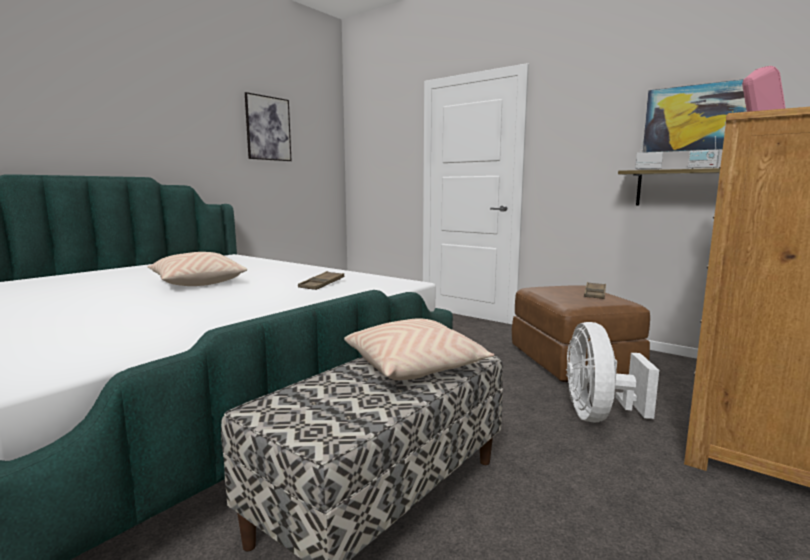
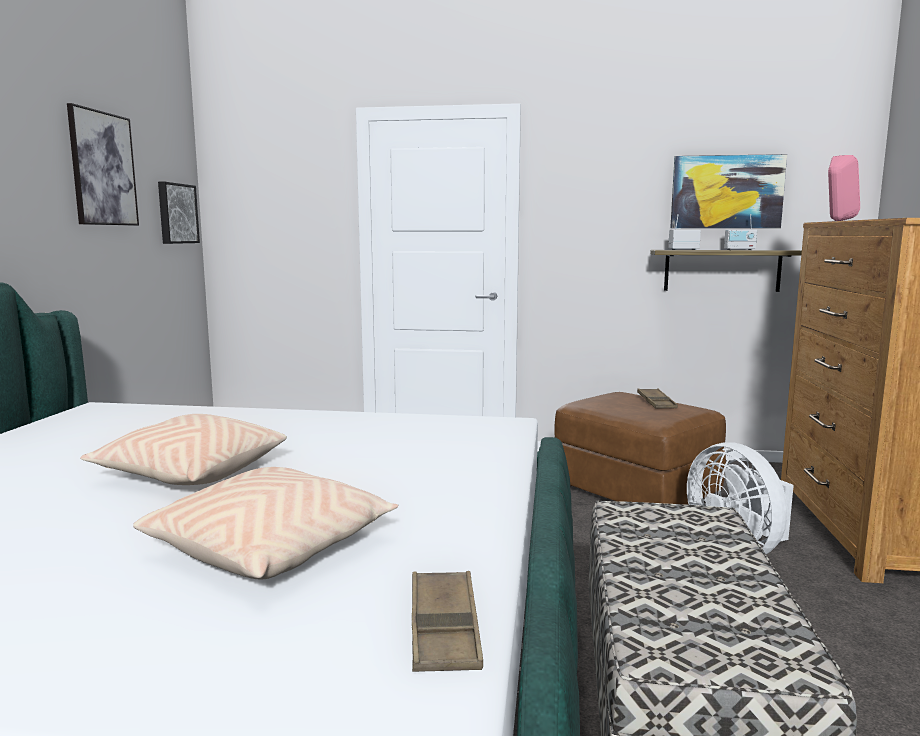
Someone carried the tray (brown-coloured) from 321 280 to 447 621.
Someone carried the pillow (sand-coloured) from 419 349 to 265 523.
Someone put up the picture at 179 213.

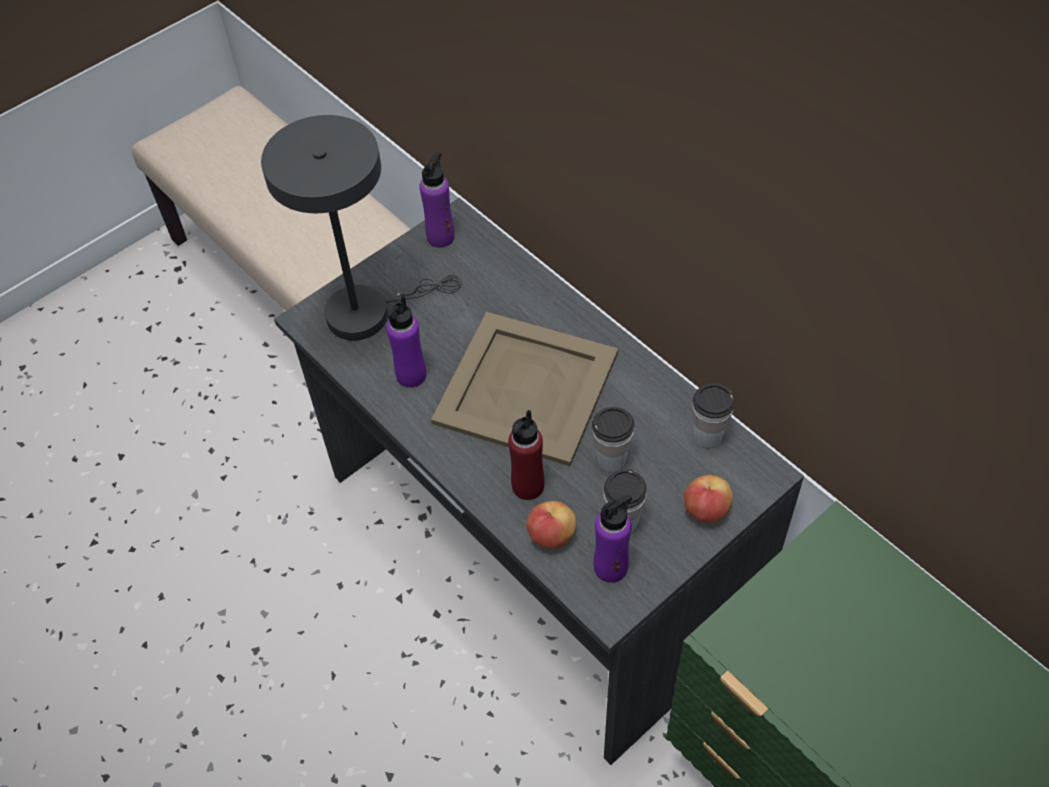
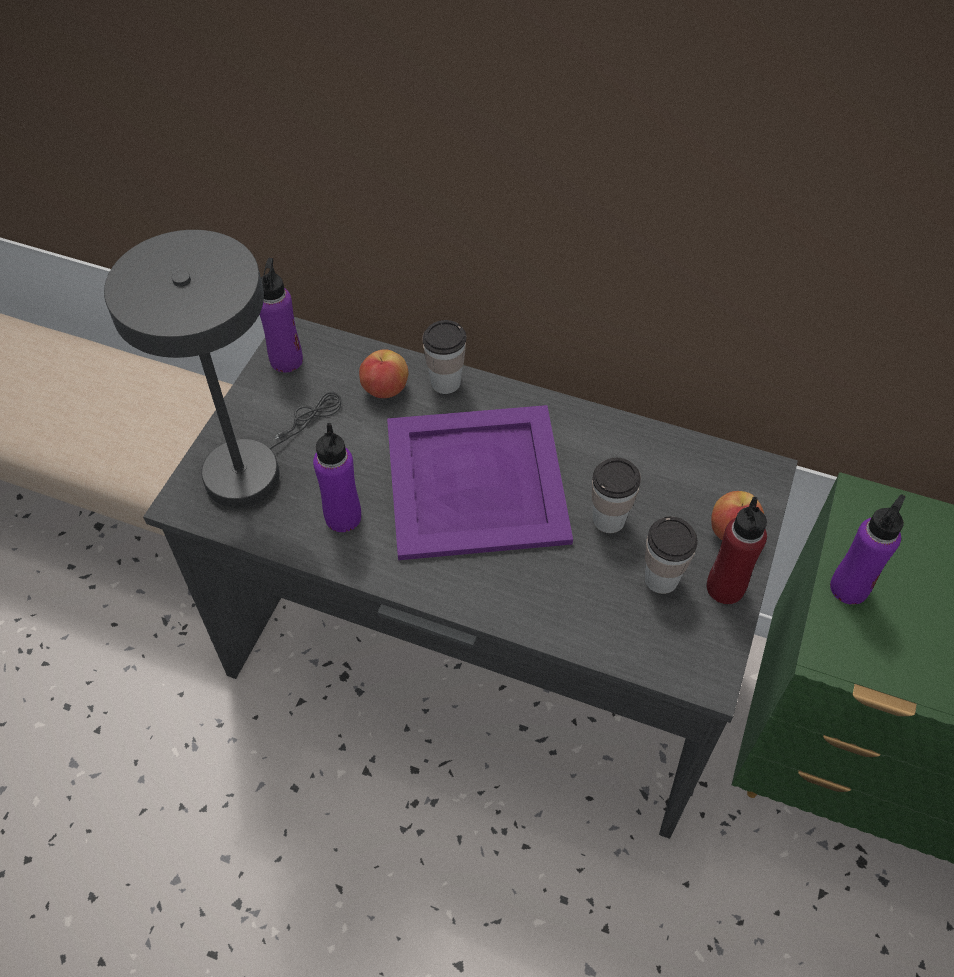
Someone repainted the tray (sand-coloured) at 524 389, which became the tray (purple) at 480 482.
Someone carried the cup from 713 415 to 444 357.
Someone carried the bottle (reddish) from 526 455 to 736 550.
Someone carried the bottle (purple) from 613 539 to 867 549.
Someone carried the whole apple from 551 525 to 383 373.

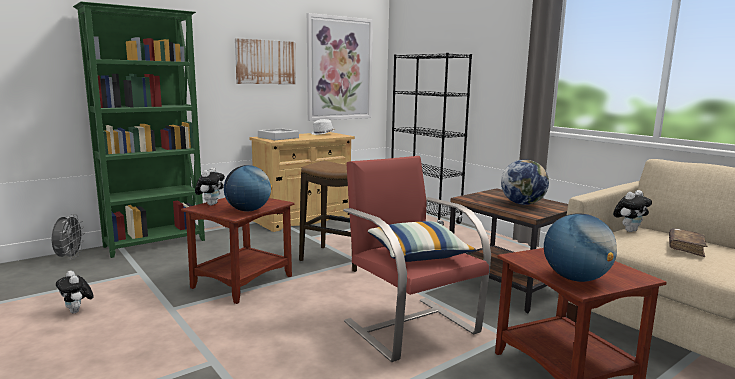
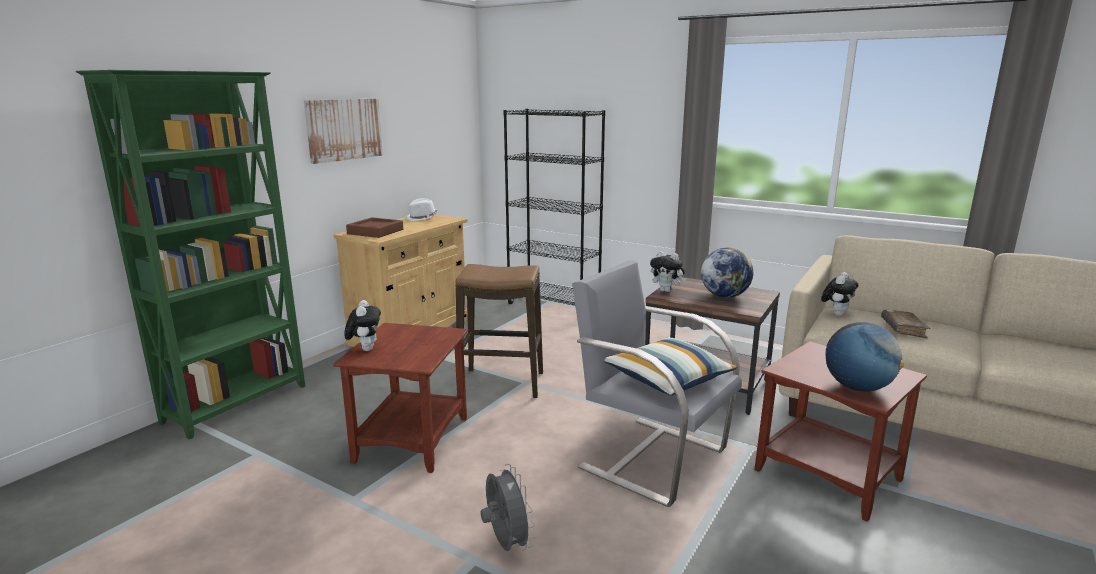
Someone took away the picture at 340 67.
Someone repainted the tray (grey) at 278 134, which became the tray (brown-coloured) at 374 227.
Someone repainted the armchair (reddish) at 417 259, which became the armchair (grey) at 657 383.
Someone took away the world globe at 248 188.
Someone carried the cooling fan (grey) from 68 236 to 507 507.
Someone carried the cuddly toy from 74 292 to 668 271.

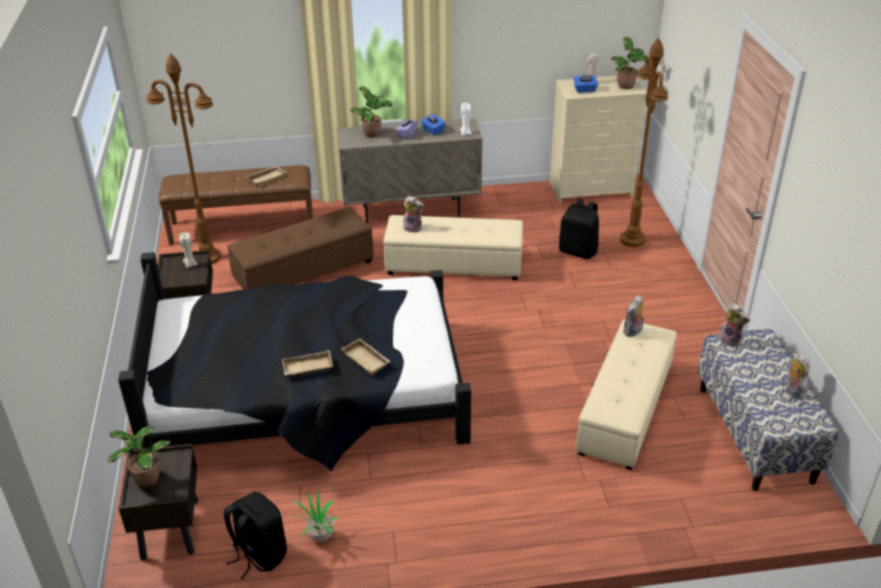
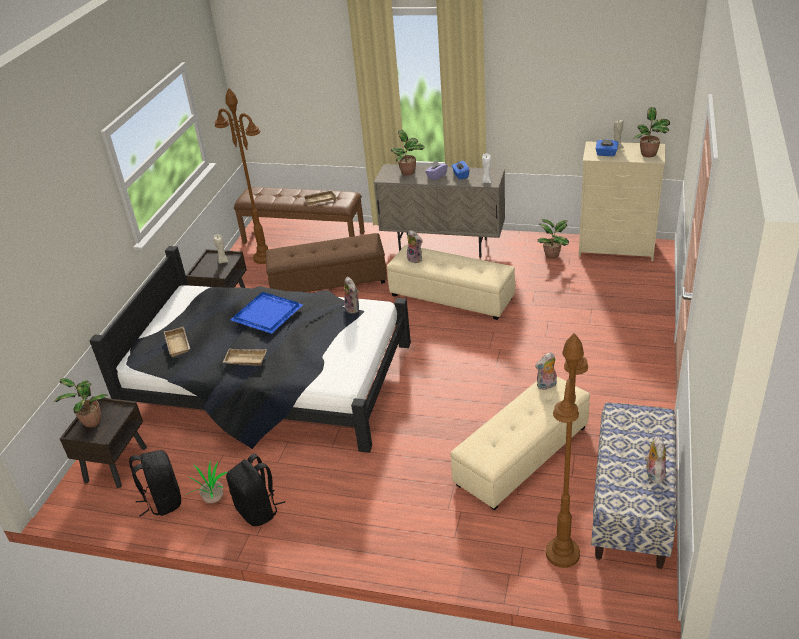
Someone carried the standing lamp (brown-coloured) from 644 142 to 567 450.
Someone carried the backpack (black) from 579 229 to 255 490.
Someone carried the cuddly toy from 734 325 to 351 295.
Someone carried the tray (sand-coloured) from 366 357 to 177 342.
Someone put down the potted plant at 553 239.
Someone put down the tray (blue-coloured) at 267 313.

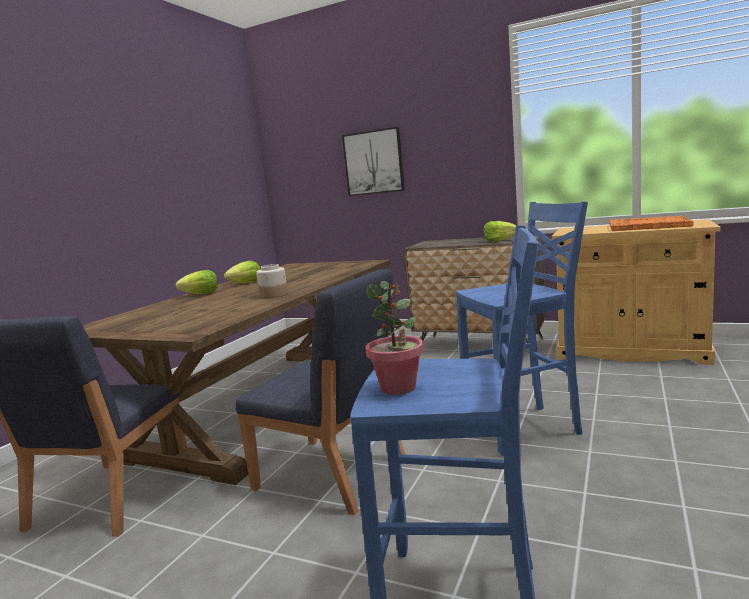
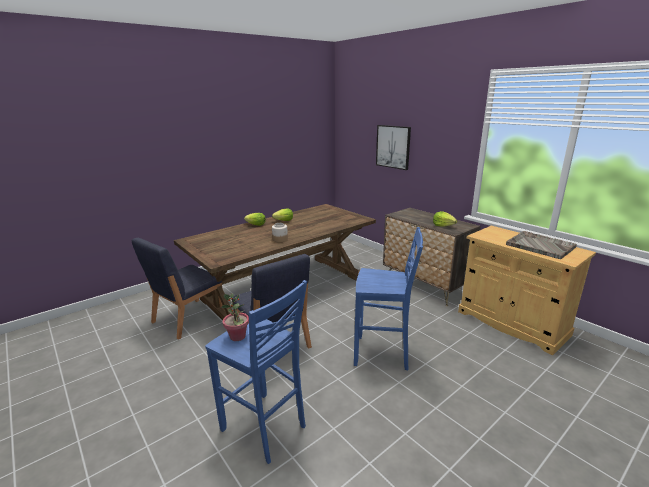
Someone repainted the tray (orange-coloured) at 651 223, which became the tray (grey) at 541 245.

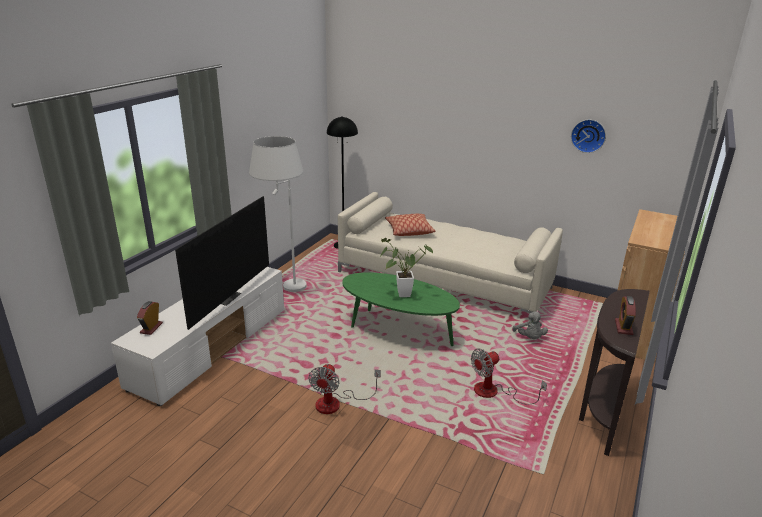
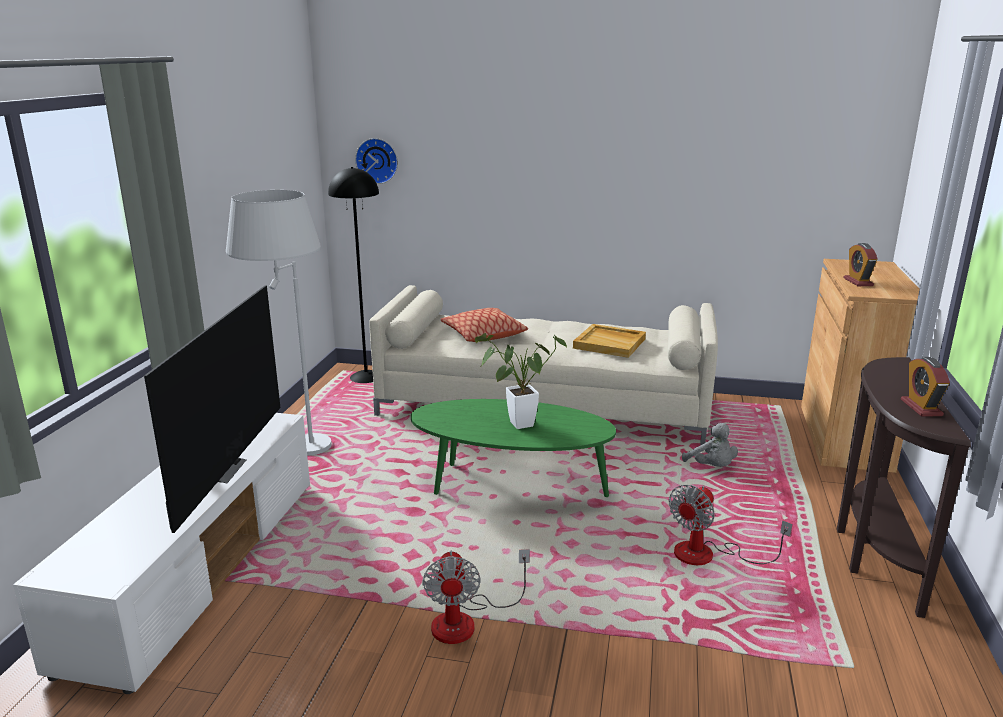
Someone carried the hanging clock from 588 136 to 376 161.
Someone carried the alarm clock from 150 318 to 860 264.
Someone put down the tray (sand-coloured) at 609 341.

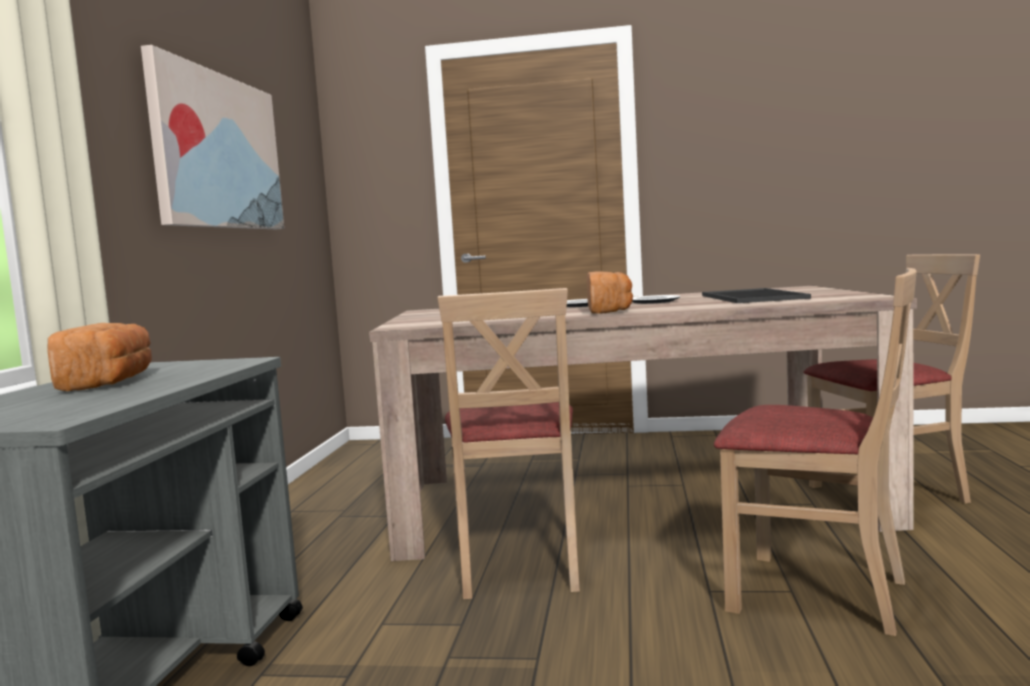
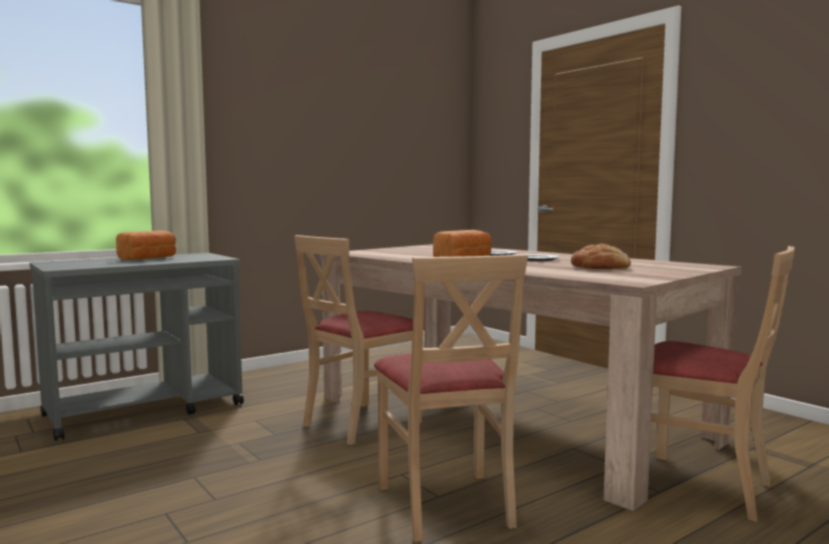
Someone took away the picture at 212 137.
Someone swapped the tray at 756 295 for the bakery bread at 601 256.

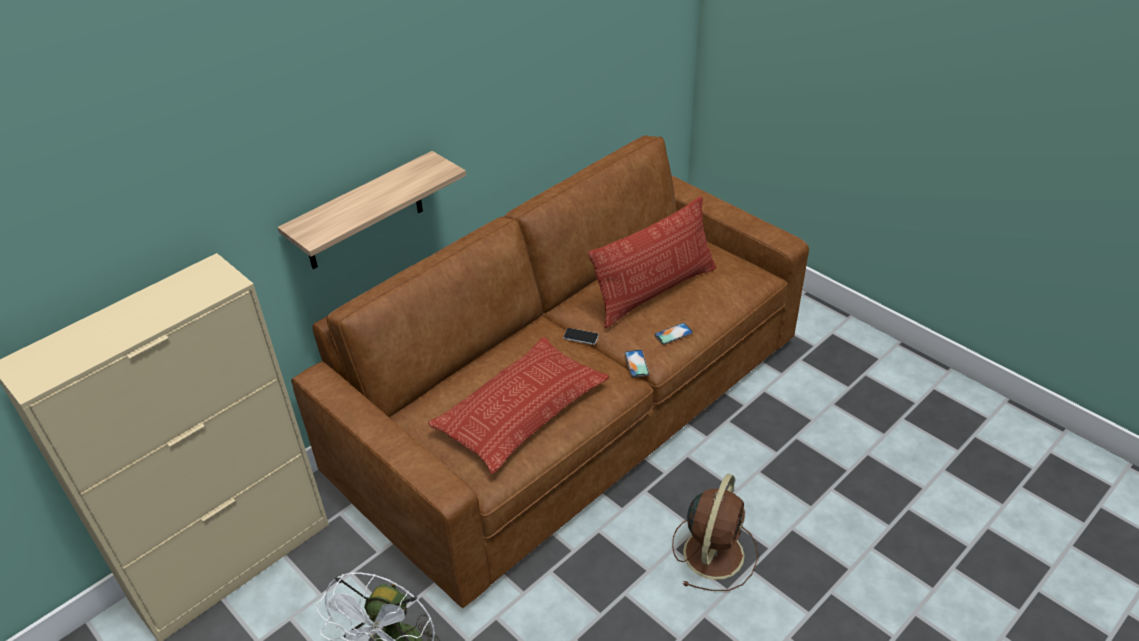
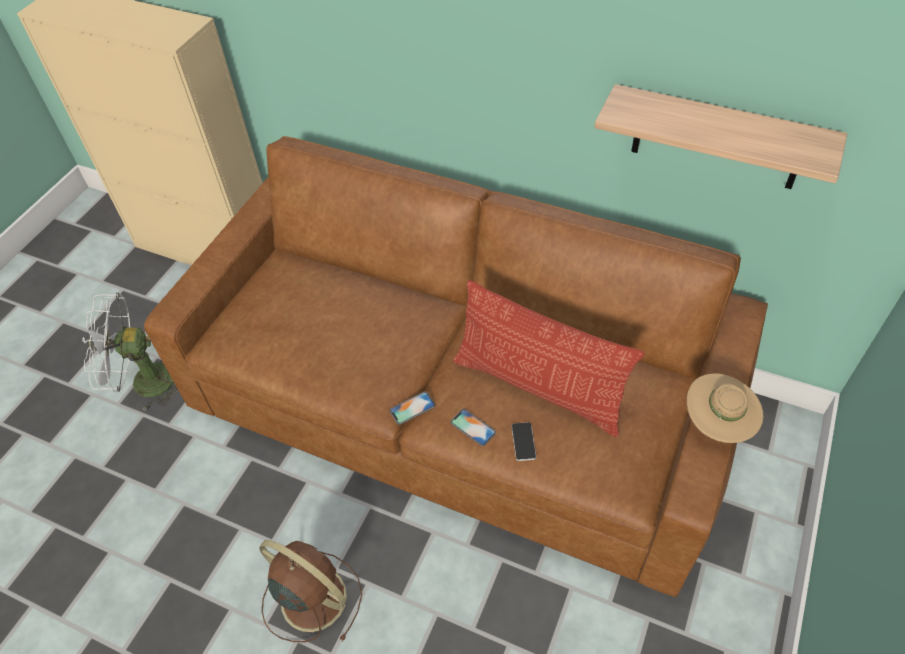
Someone carried the bracket shelf from 371 210 to 720 136.
Someone carried the handset from 581 336 to 524 441.
Someone took away the pillow at 518 405.
Someone rotated the cooling fan (brown-coloured) at 715 532 by 150 degrees counterclockwise.
Someone put down the wearable hat (sand-coloured) at 725 408.

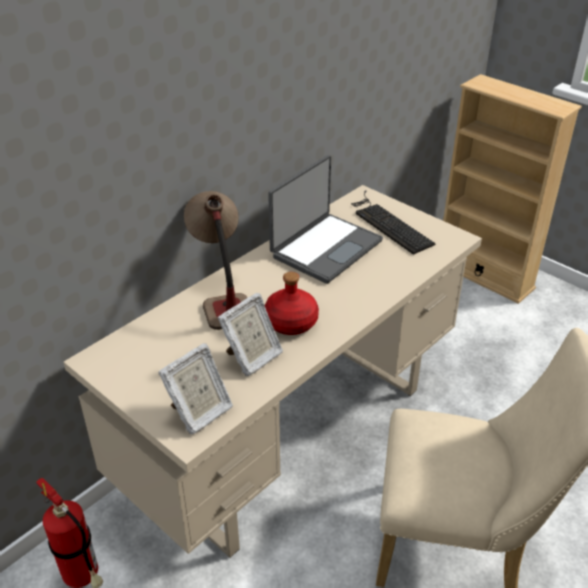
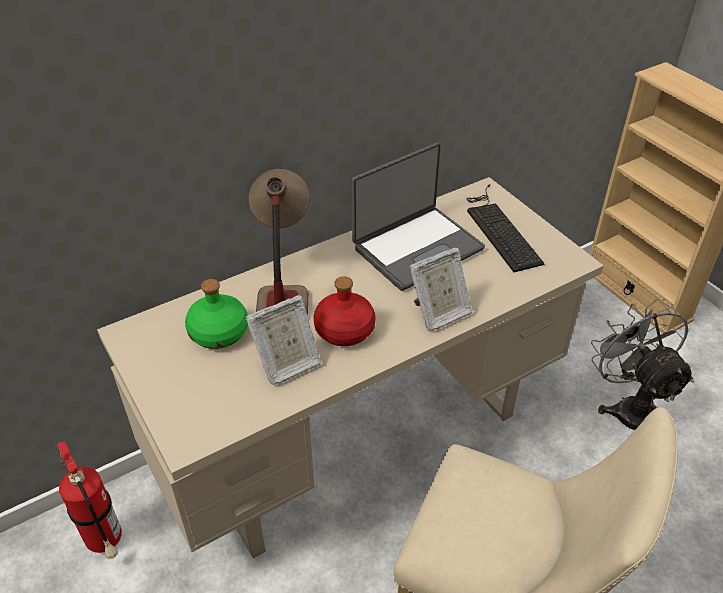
Someone carried the photo frame from 195 388 to 440 289.
Someone put down the bottle (green-coloured) at 216 314.
Someone put down the cooling fan (grey) at 642 364.

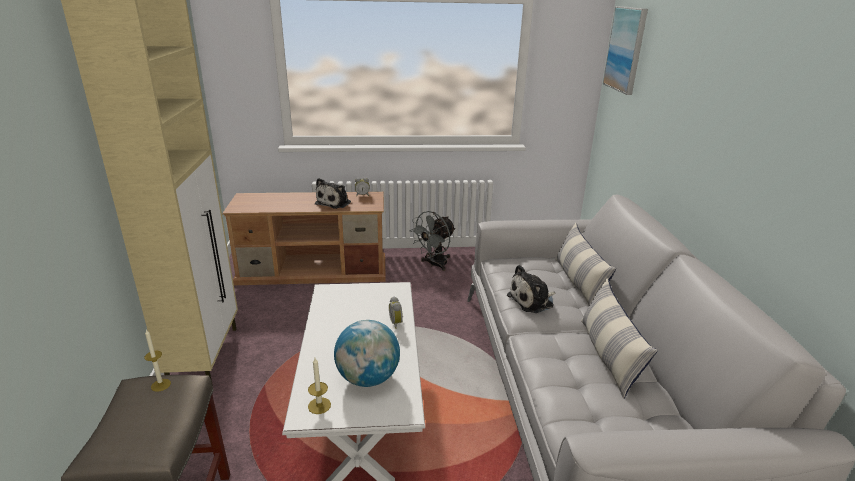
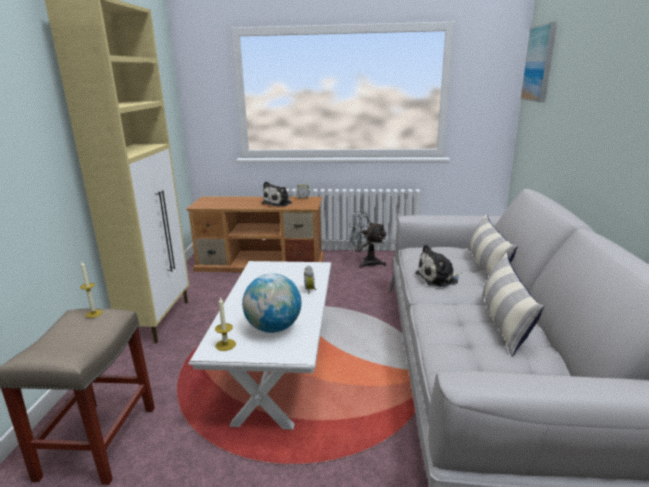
Someone rotated the cooling fan (grey) at 433 241 by 60 degrees clockwise.

